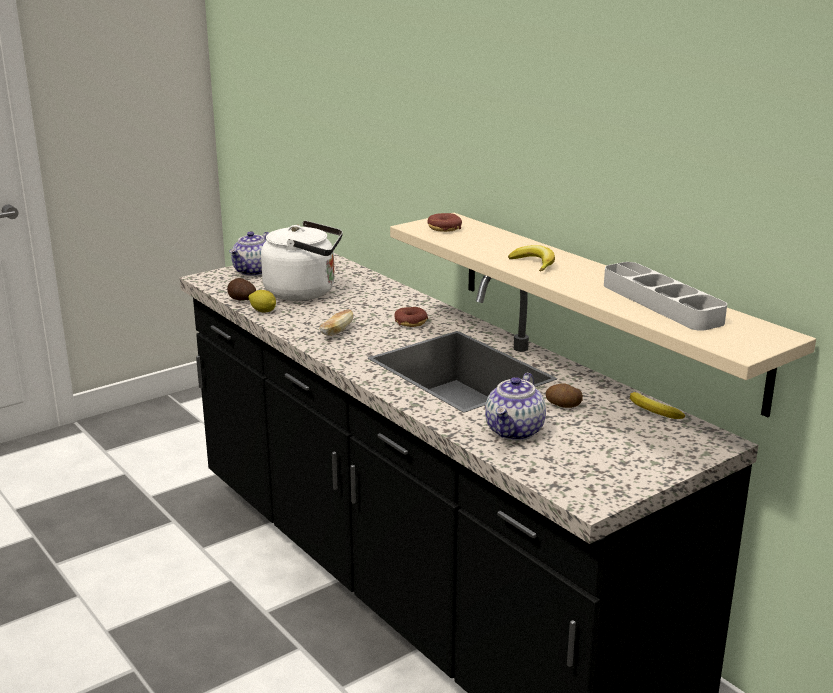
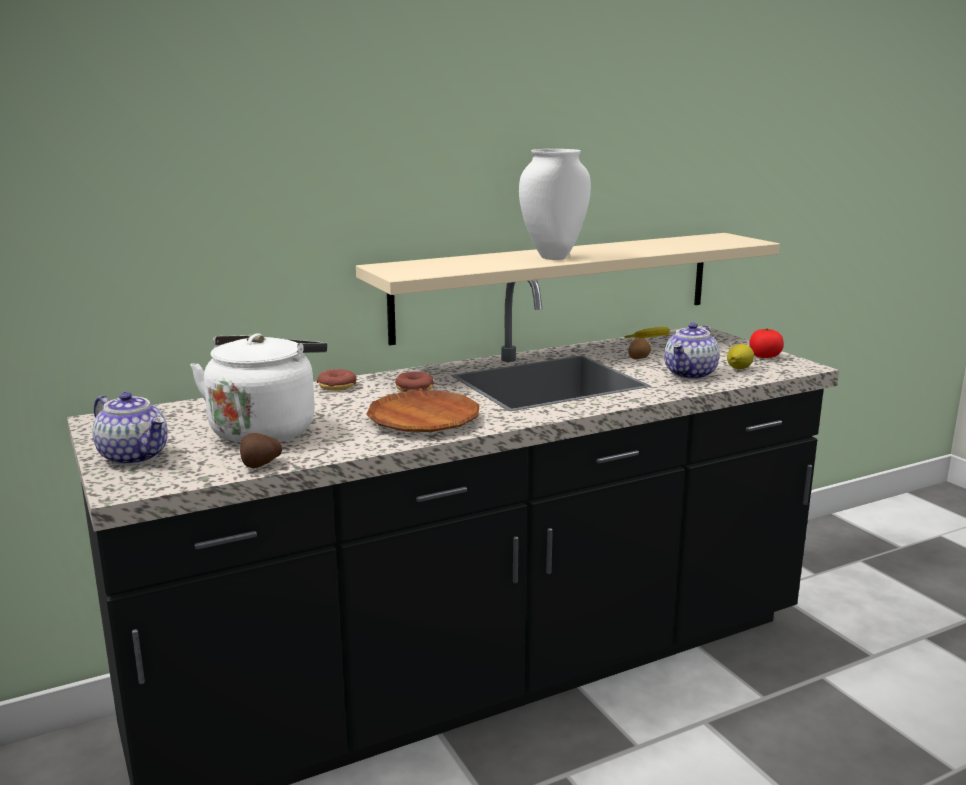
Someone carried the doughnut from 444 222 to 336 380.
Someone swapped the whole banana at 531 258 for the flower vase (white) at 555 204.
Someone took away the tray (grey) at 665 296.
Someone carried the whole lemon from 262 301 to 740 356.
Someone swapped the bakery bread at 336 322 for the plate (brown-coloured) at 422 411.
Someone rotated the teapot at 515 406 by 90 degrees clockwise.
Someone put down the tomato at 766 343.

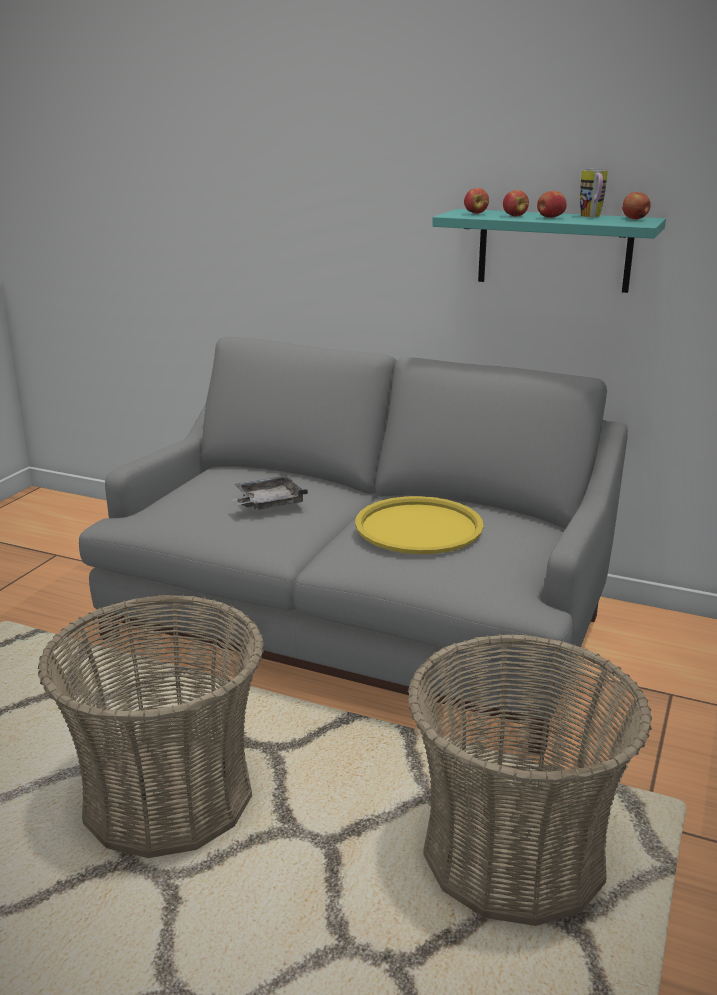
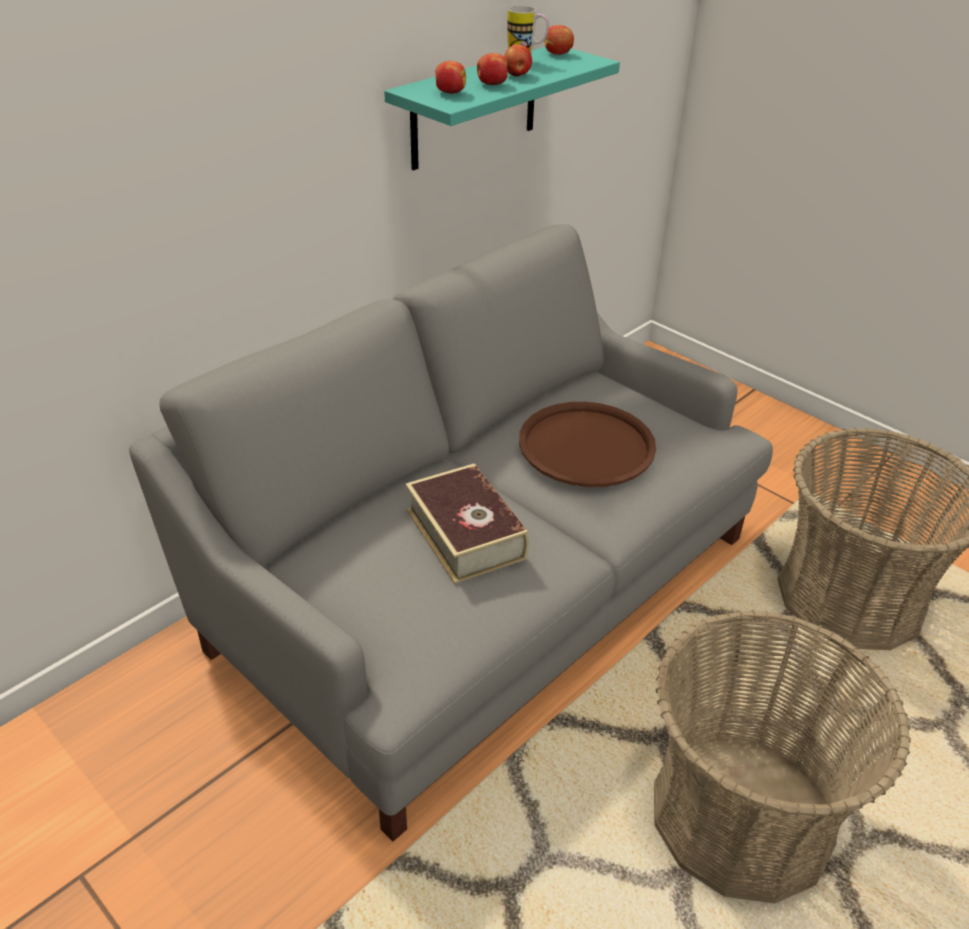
Someone swapped the tray (grey) at 269 493 for the bound book at 467 523.
Someone repainted the tray (yellow-coloured) at 419 525, which became the tray (brown-coloured) at 587 444.

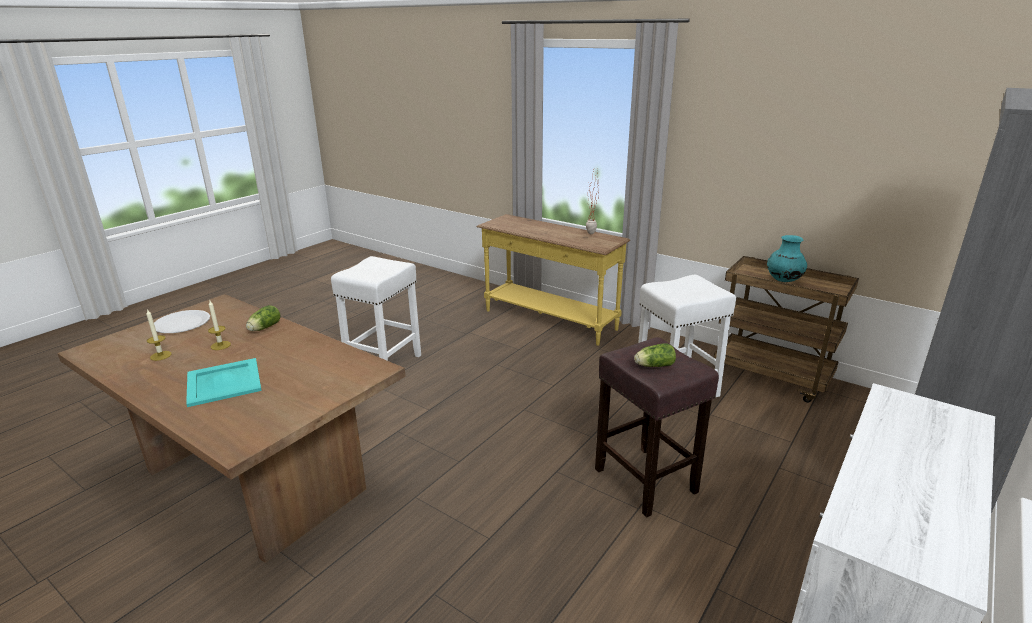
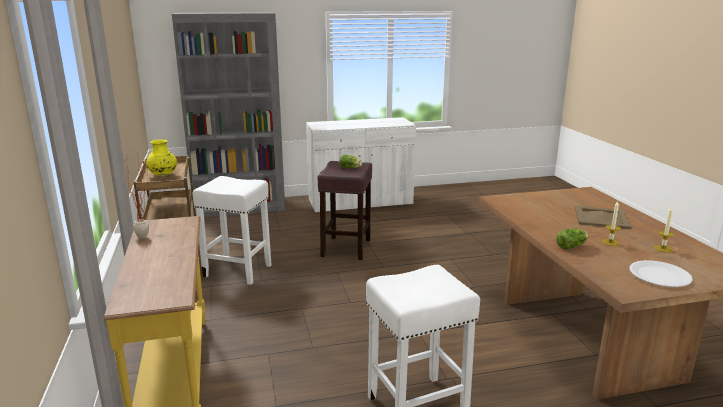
Someone repainted the flower vase (blue-green) at 787 258, which became the flower vase (yellow-coloured) at 161 158.
Someone repainted the tray (blue-green) at 224 382, which became the tray (sand-coloured) at 603 217.

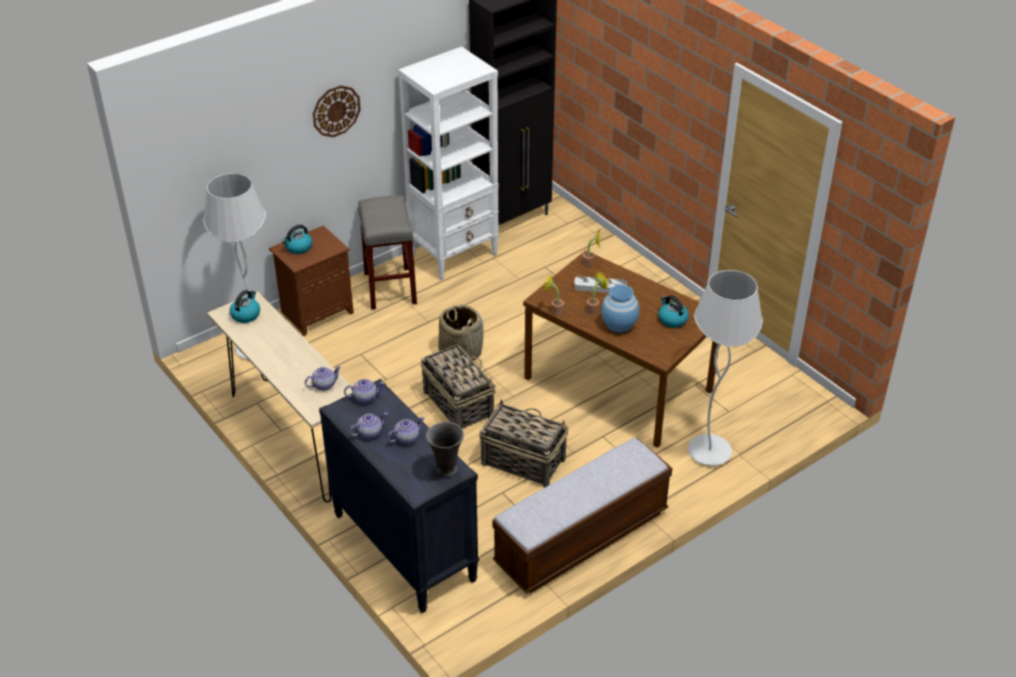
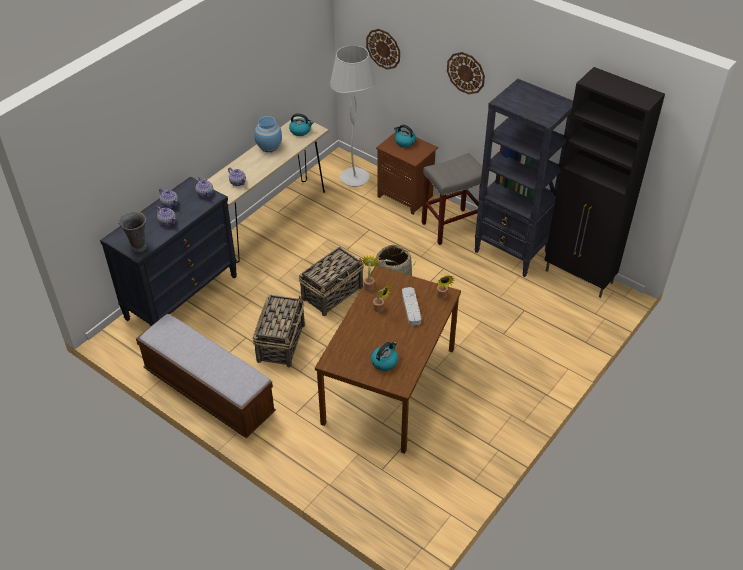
Someone repainted the shelving unit (white) at 448 163, which became the shelving unit (black) at 523 178.
Someone took away the standing lamp (white) at 725 368.
Someone carried the flower vase (blue-coloured) from 620 309 to 268 134.
Someone put up the hanging clock at 383 49.

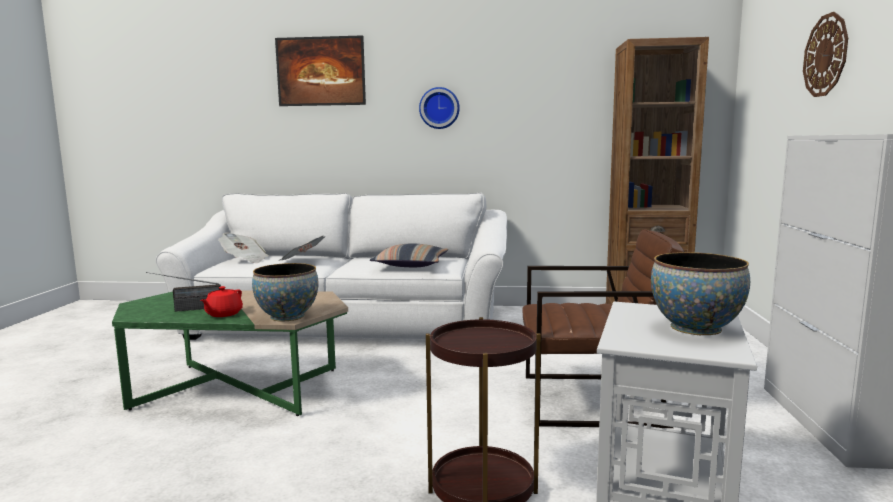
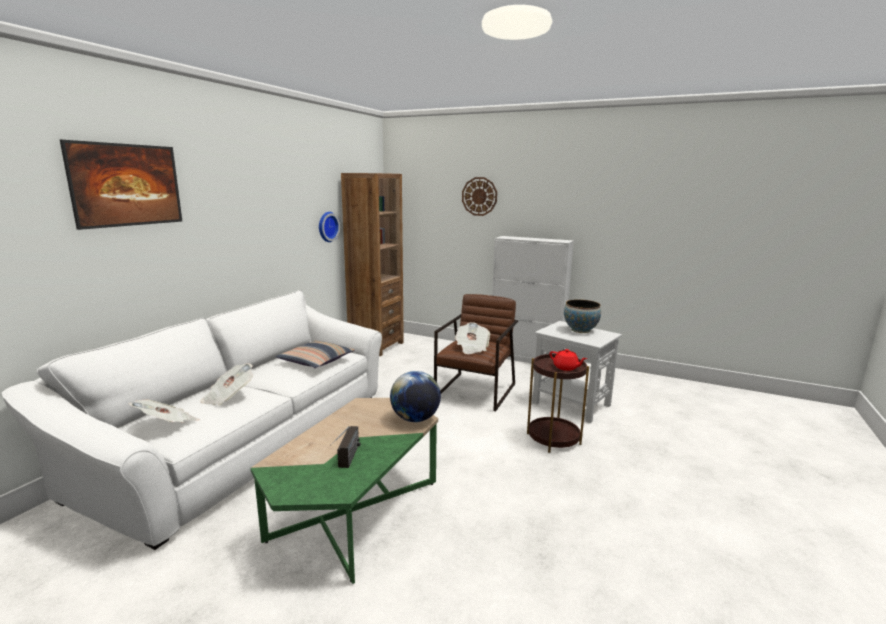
Someone carried the hanging clock from 439 108 to 329 227.
Someone swapped the bowl at 285 292 for the world globe at 415 396.
Someone carried the teapot (reddish) from 221 301 to 568 360.
Someone put down the daily paper at 472 338.

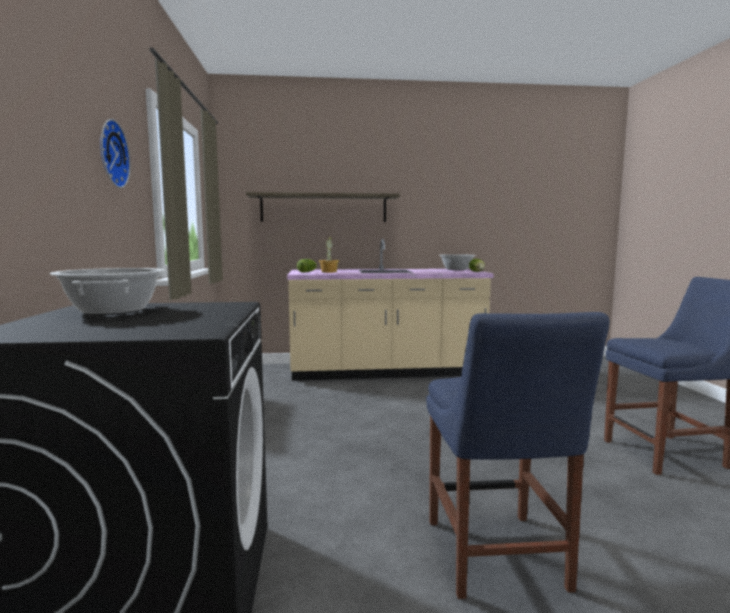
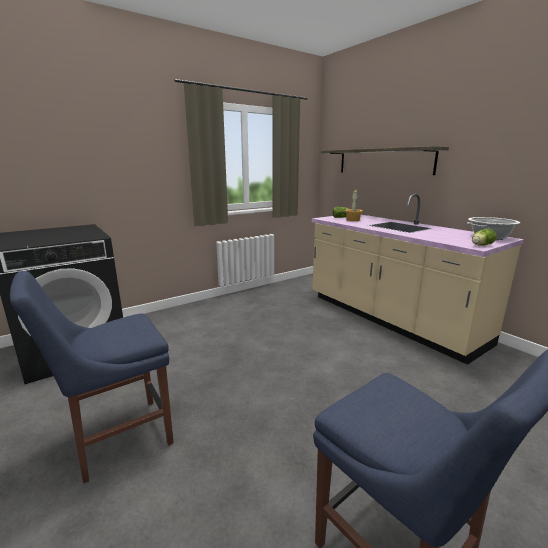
Someone took away the hanging clock at 115 153.
Someone took away the cooking pot at 107 291.

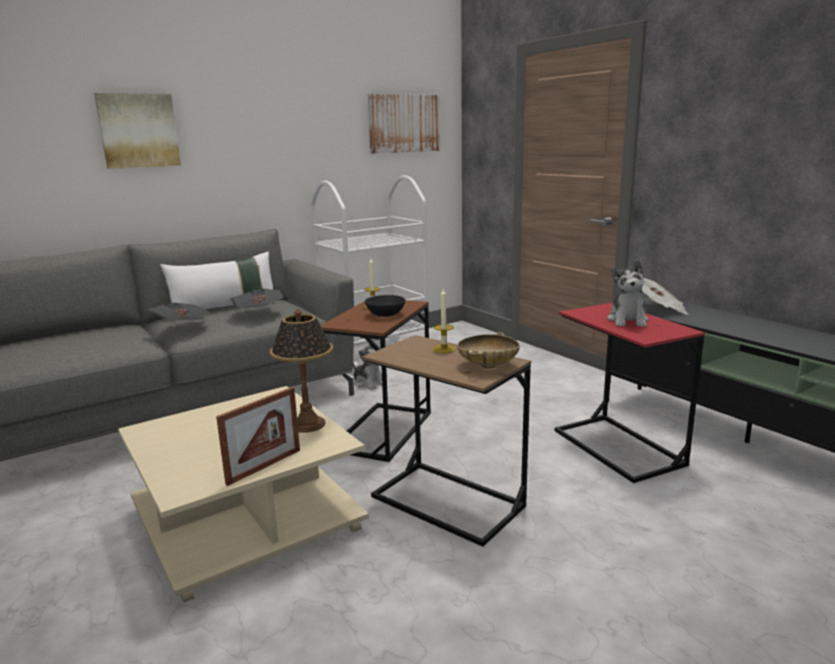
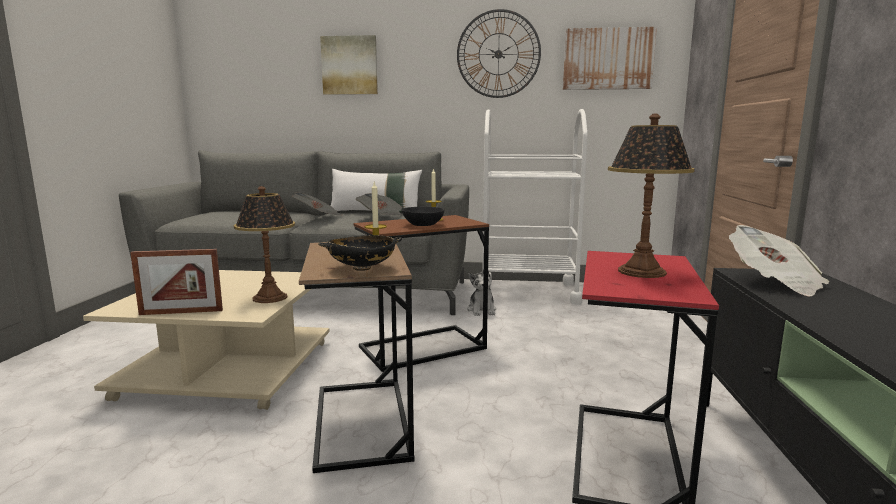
Someone swapped the cuddly toy at 628 293 for the lamp for a table at 651 196.
Someone repainted the bowl (sand-coloured) at 488 350, which became the bowl (black) at 360 253.
Someone put up the hanging clock at 499 53.

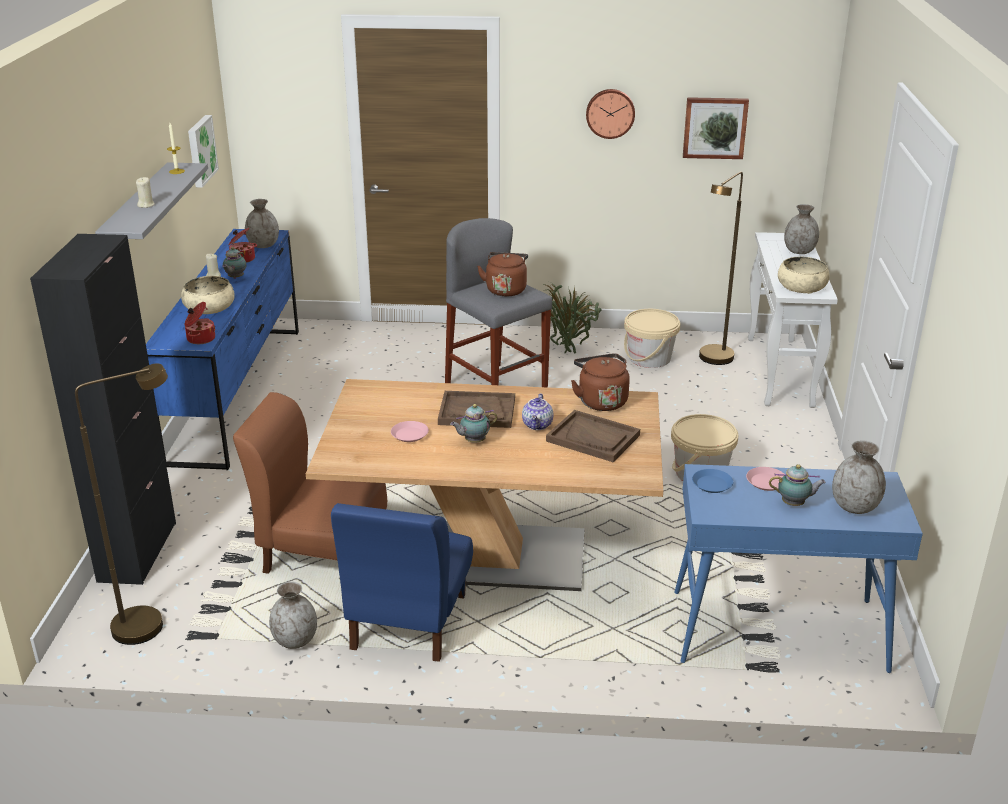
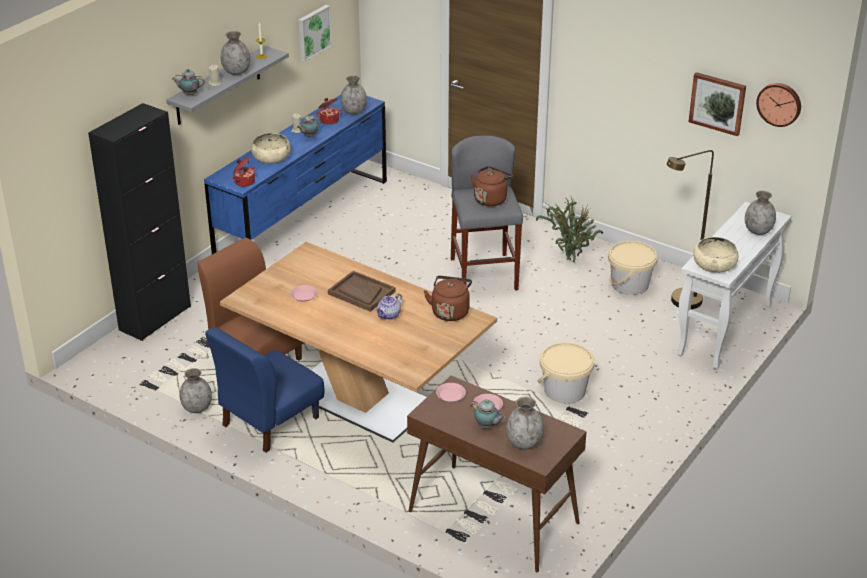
Someone carried the hanging clock from 610 114 to 778 105.
Someone took away the standing lamp (brown-coloured) at 121 504.
Someone carried the teapot from 474 423 to 188 82.
Someone took away the tray (brown-coloured) at 593 436.
Someone repainted the narrow table (blue-coloured) at 798 568, which became the narrow table (brown-coloured) at 497 473.
Someone repainted the plate (blue-coloured) at 712 481, which became the plate (pink) at 451 392.
Someone put down the flower vase (grey) at 235 53.

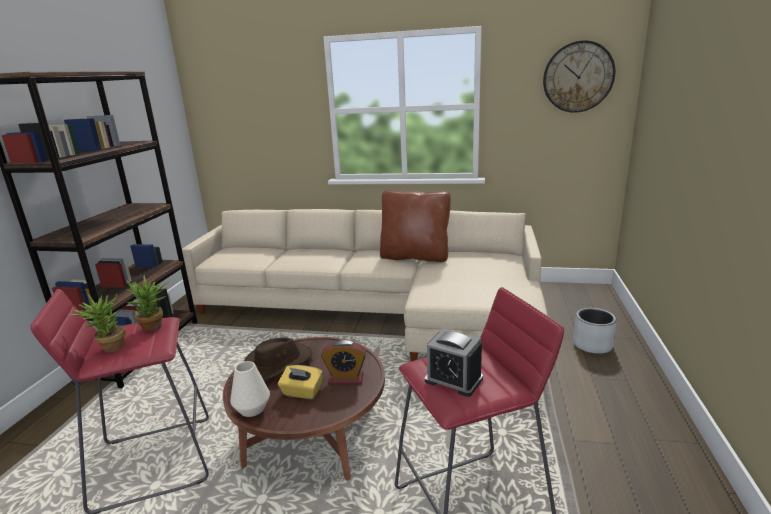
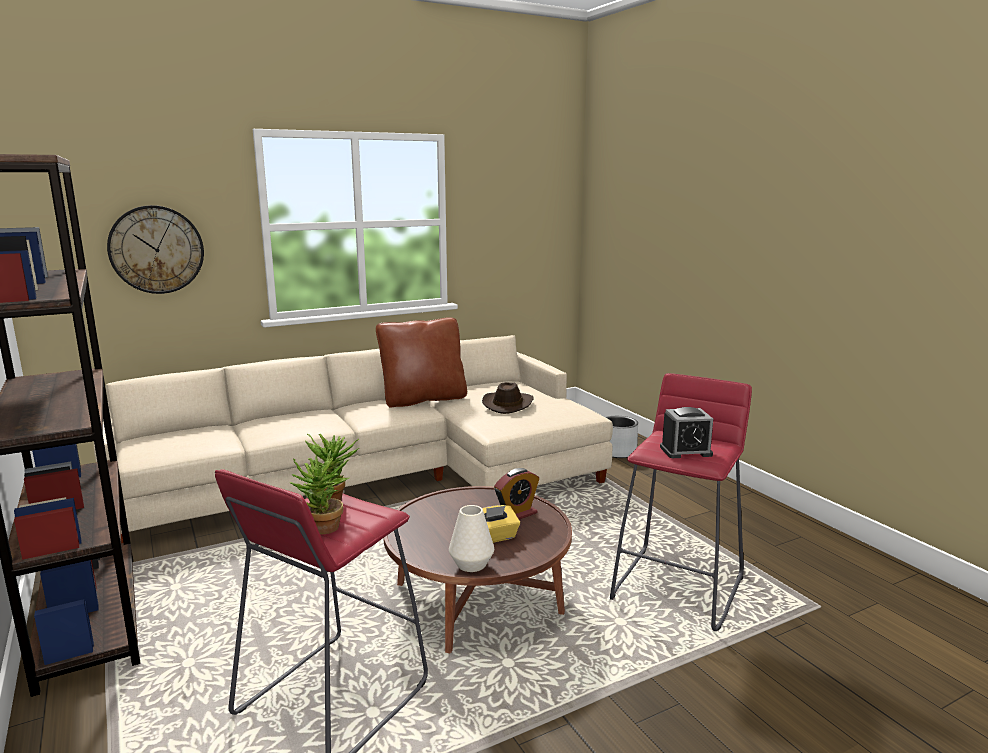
Someone carried the hanging clock from 579 76 to 155 249.
Someone carried the wearable hat (brown-coloured) from 278 358 to 508 398.

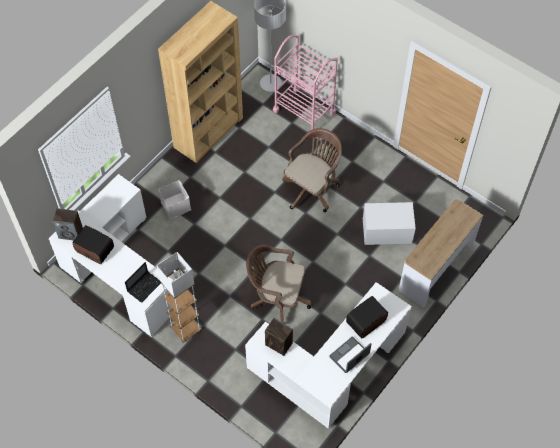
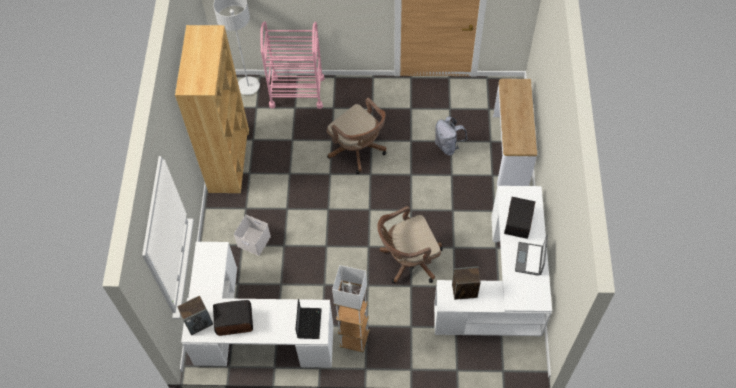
Someone rotated the office chair (brown-coloured) at 312 170 by 135 degrees clockwise.
Someone swapped the storage box (white) at 389 223 for the backpack (grey) at 451 136.

